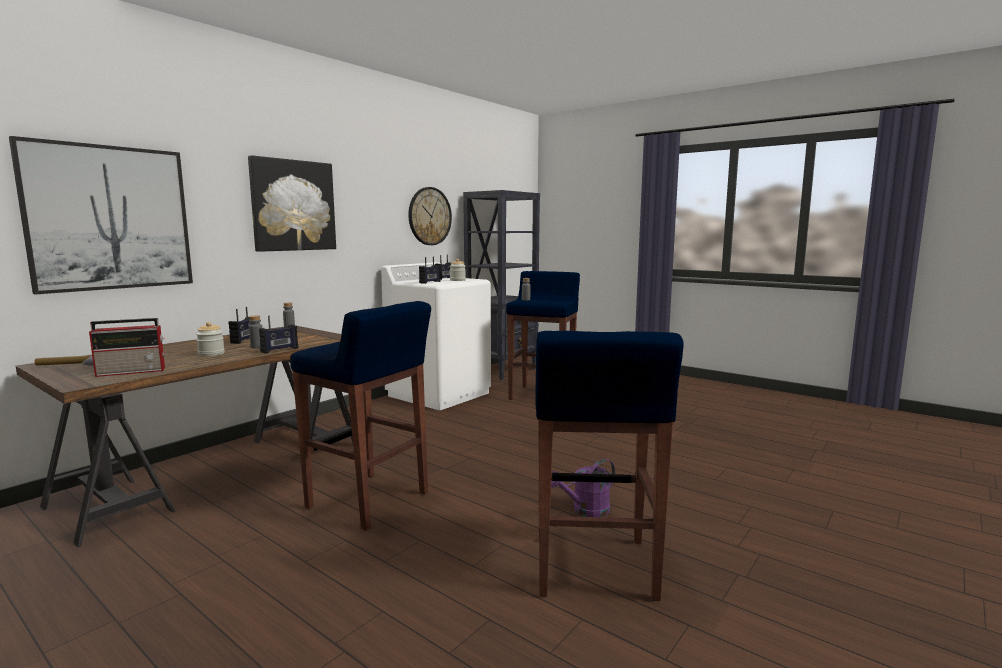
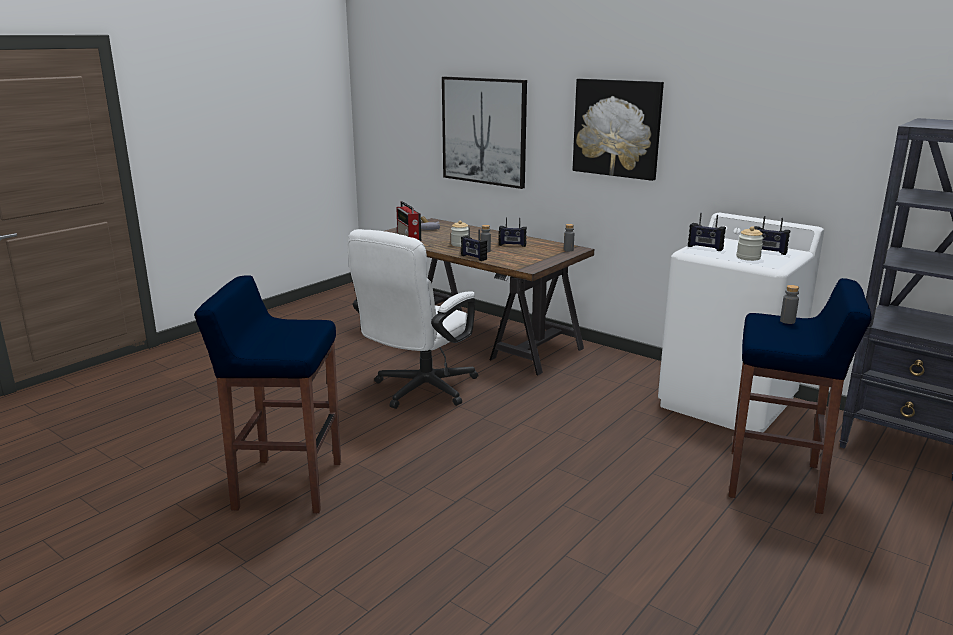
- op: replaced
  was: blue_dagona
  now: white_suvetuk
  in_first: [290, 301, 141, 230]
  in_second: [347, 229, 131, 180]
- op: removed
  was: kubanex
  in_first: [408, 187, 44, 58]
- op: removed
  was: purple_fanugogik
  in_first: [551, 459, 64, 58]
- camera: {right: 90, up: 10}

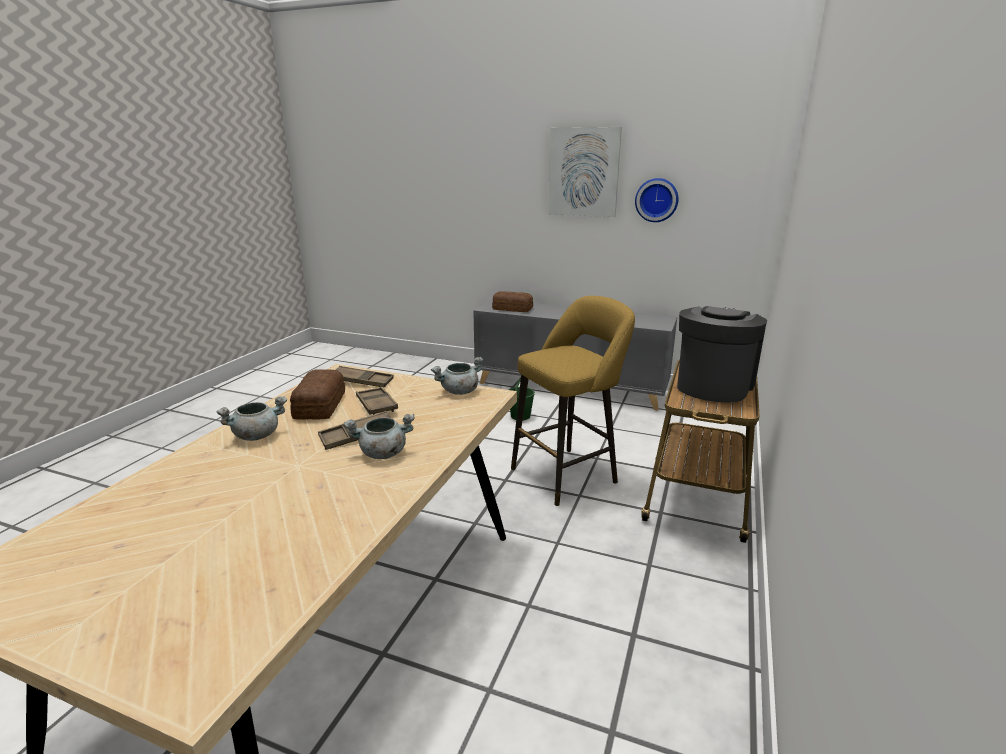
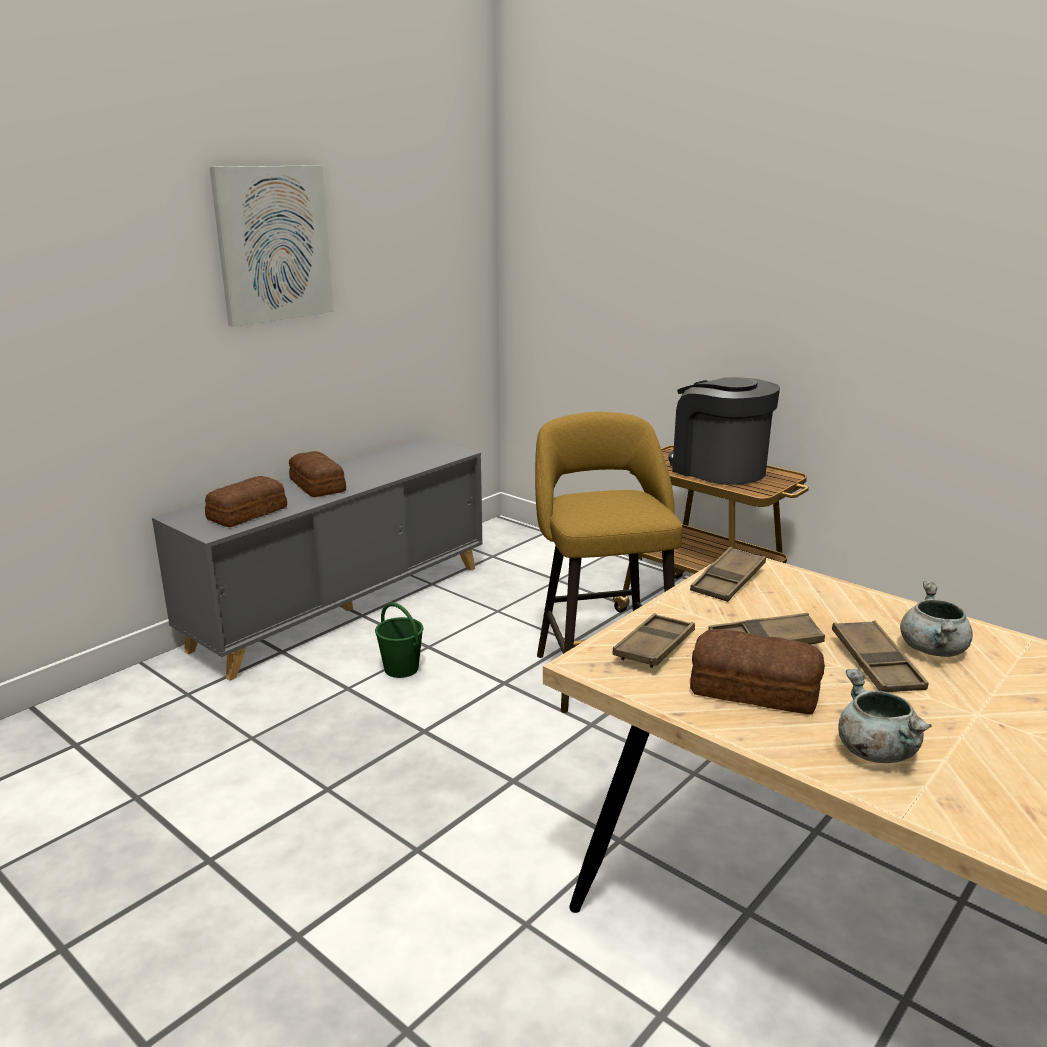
- op: added
  now: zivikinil
  in_second: [289, 451, 57, 46]
- op: replaced
  was: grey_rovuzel
  now: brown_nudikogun
  in_first: [431, 357, 52, 38]
  in_second: [690, 547, 76, 55]
- op: removed
  was: kubanex
  in_first: [635, 178, 44, 44]
- camera: {right: -70, up: 0}

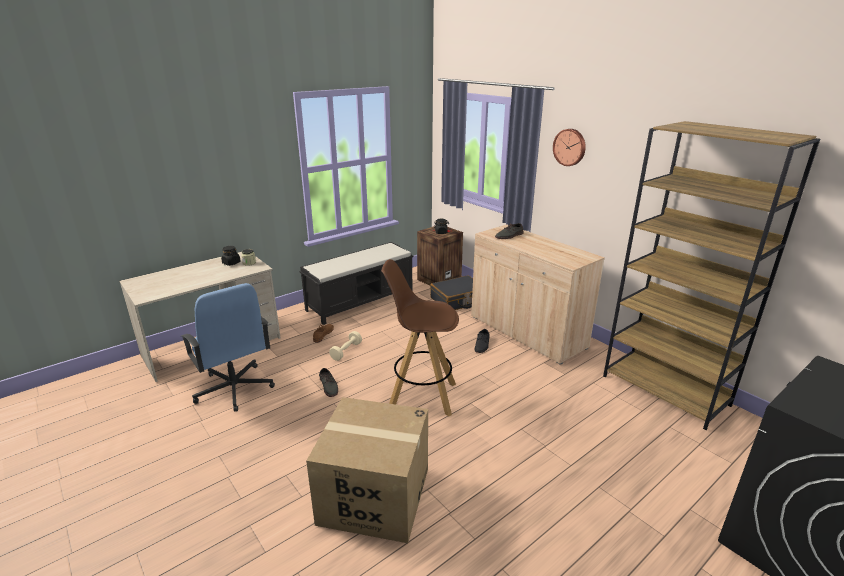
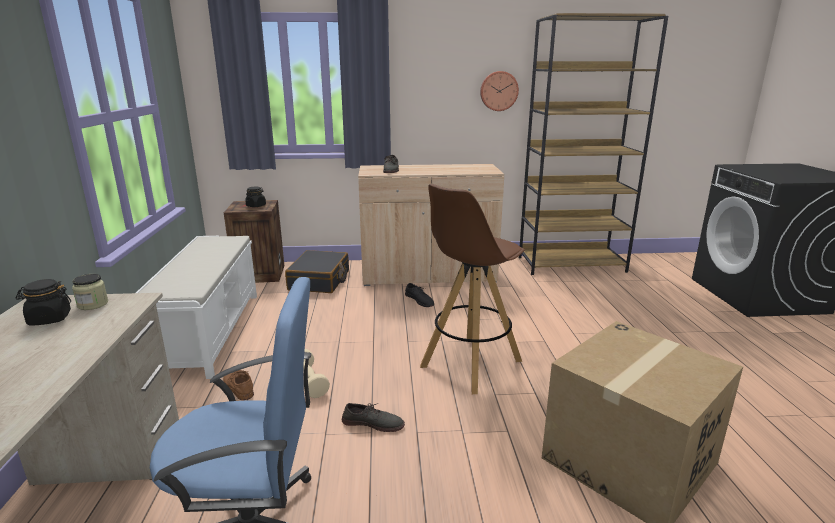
- op: recoloured
  was: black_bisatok
  now: white_bisatok
  in_first: [299, 242, 114, 83]
  in_second: [136, 236, 121, 143]
- op: moved
  was: kubanex
  in_first: [553, 129, 33, 37]
  in_second: [480, 71, 39, 40]
- camera: {right: -55, up: -5}

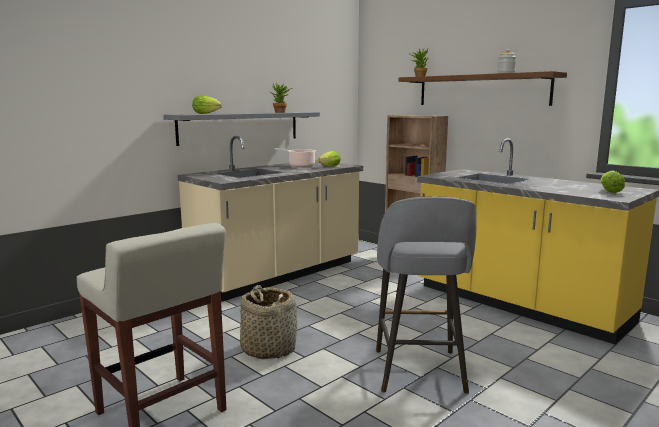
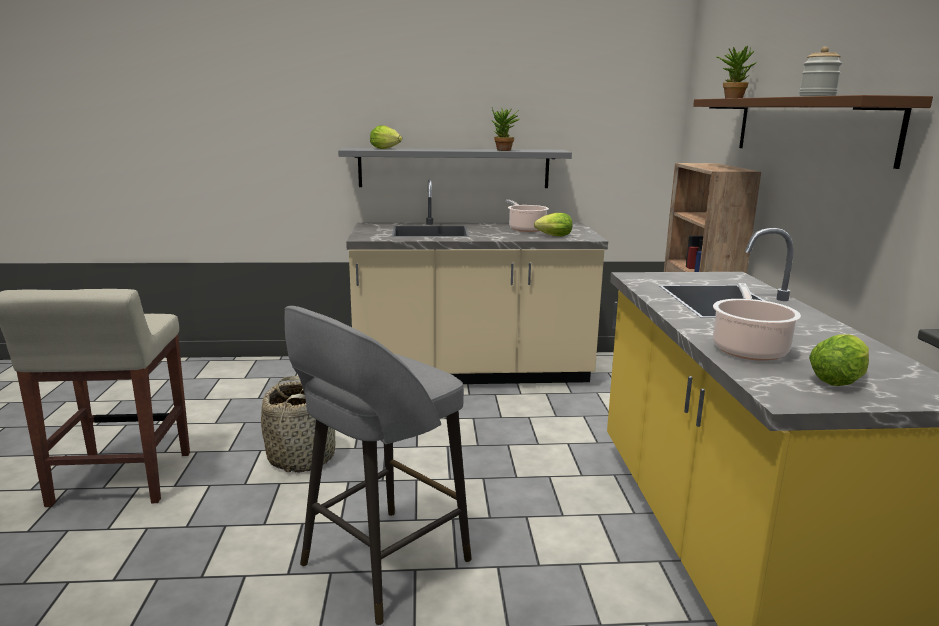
- op: added
  now: rovuzel
  in_second: [713, 283, 88, 78]
- camera: {right: 40, up: 5}

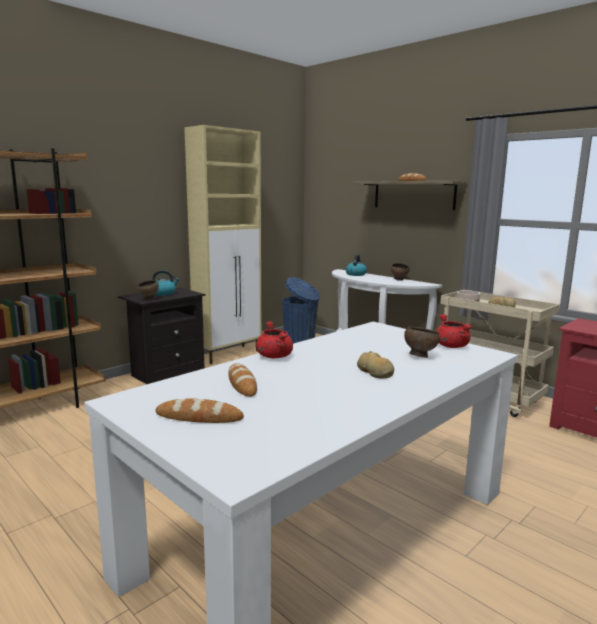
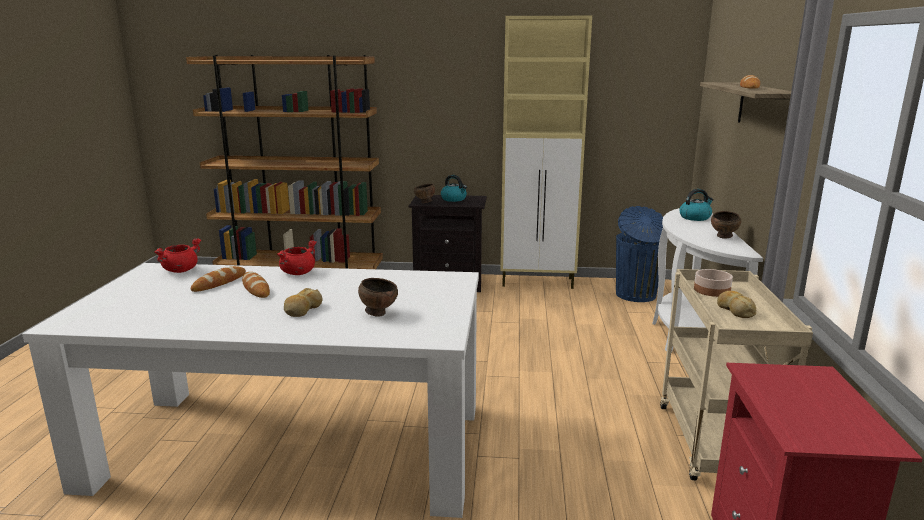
- op: moved
  was: red_rovuzel
  in_first: [436, 314, 37, 34]
  in_second: [154, 238, 47, 35]
- op: moved
  was: zivikinil
  in_first: [156, 398, 88, 25]
  in_second: [242, 272, 28, 26]
- camera: {right: 50, up: 5}

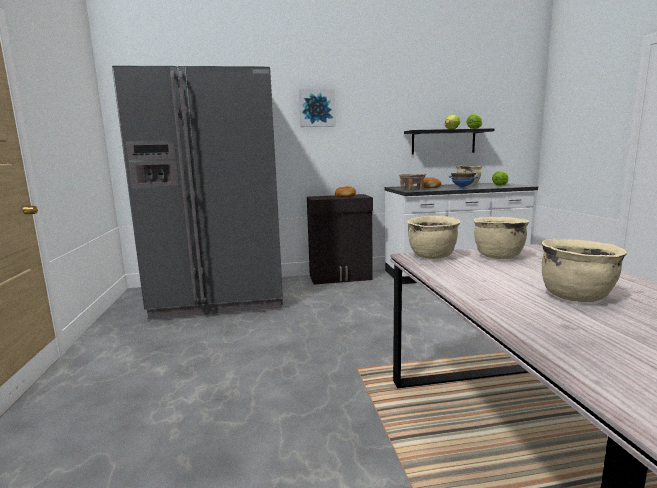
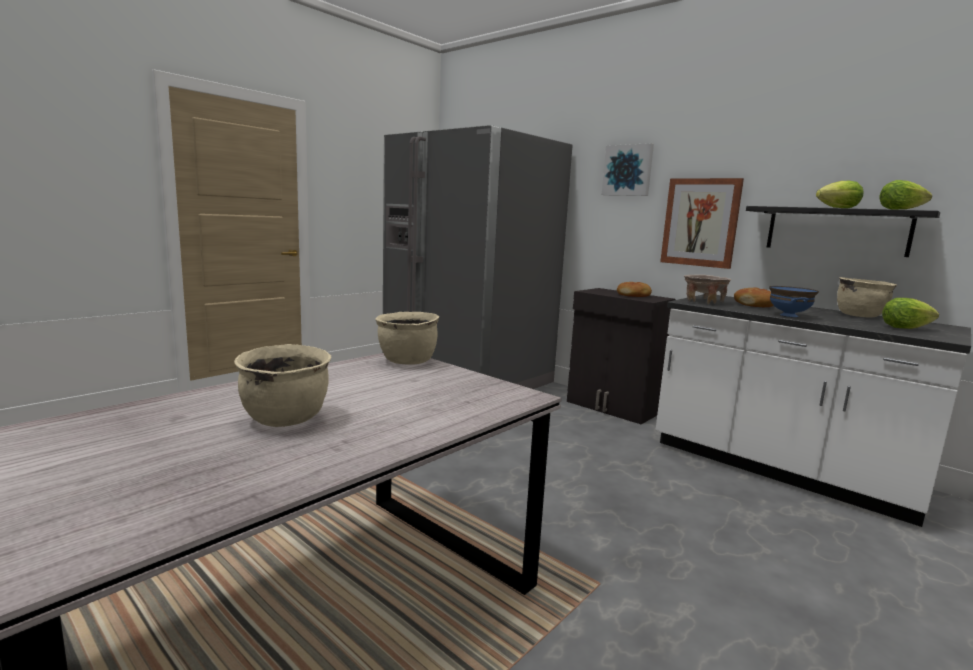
- op: added
  now: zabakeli
  in_second: [660, 178, 84, 91]
- op: removed
  was: beige_rovuzel
  in_first: [473, 217, 56, 42]
- camera: {right: 50, up: 0}

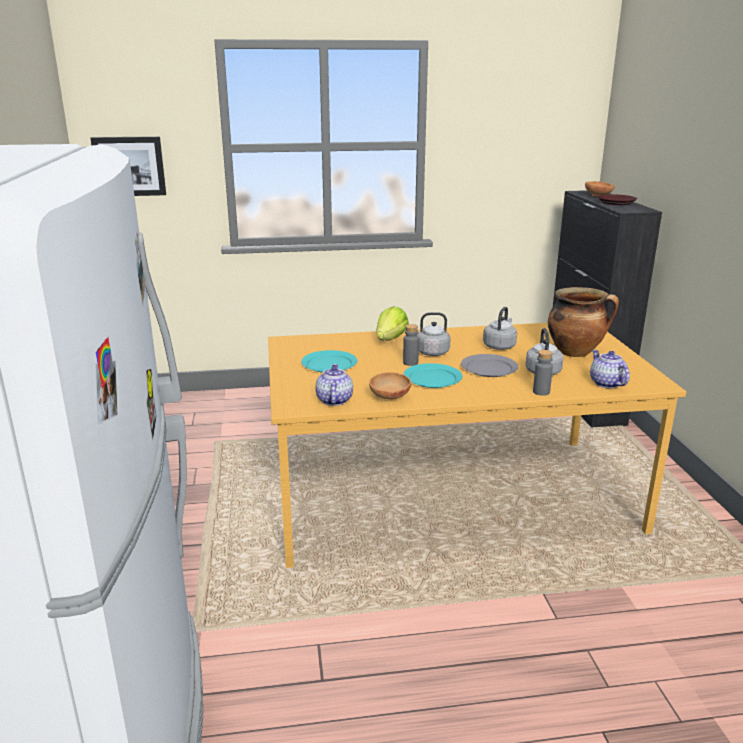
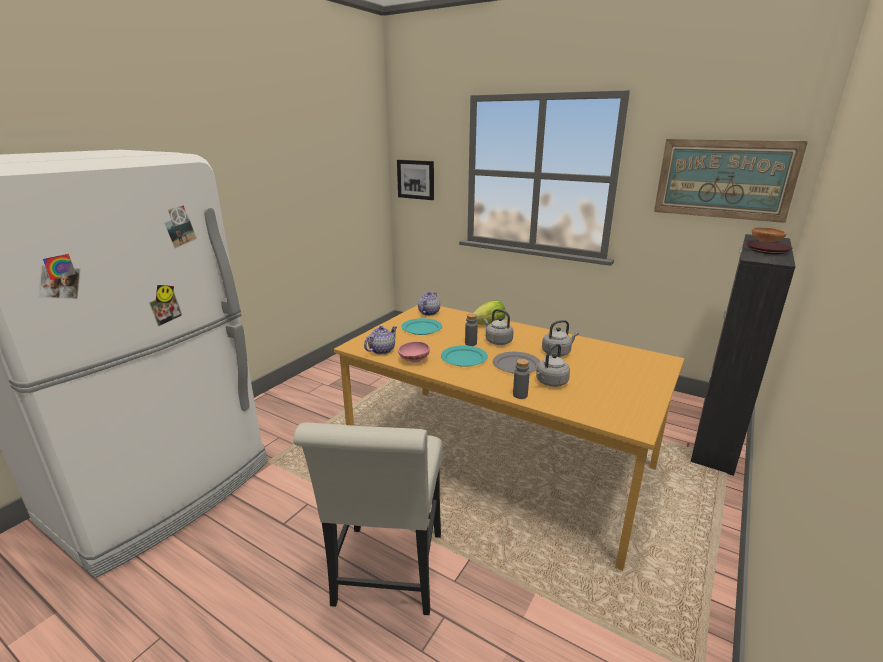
- op: added
  now: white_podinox
  in_second: [294, 422, 148, 193]
- op: recoloured
  was: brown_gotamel
  now: pink_gotamel
  in_first: [369, 372, 42, 28]
  in_second: [398, 341, 32, 22]
- op: moved
  was: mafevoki
  in_first: [590, 350, 40, 38]
  in_second: [418, 292, 22, 24]
- op: added
  now: zabakeli
  in_second: [654, 139, 154, 84]
- op: removed
  was: rovuzel
  in_first: [548, 287, 71, 70]
- camera: {right: 40, up: 0}

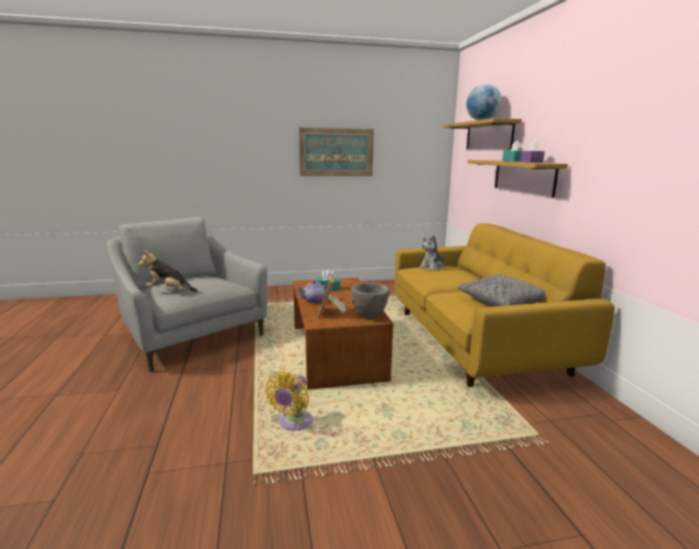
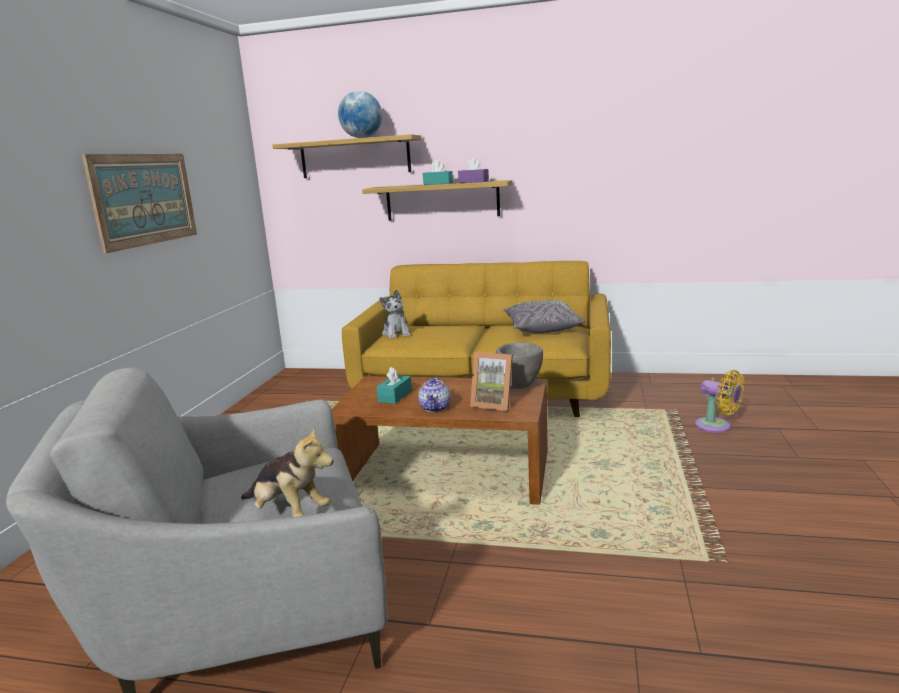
- op: turned
  was: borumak
  in_first: [138, 250, 59, 42]
  in_second: [241, 426, 93, 91]
  clockwise: -90
- op: moved
  was: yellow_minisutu
  in_first: [265, 371, 47, 60]
  in_second: [695, 370, 49, 63]
- camera: {right: -65, up: 0}

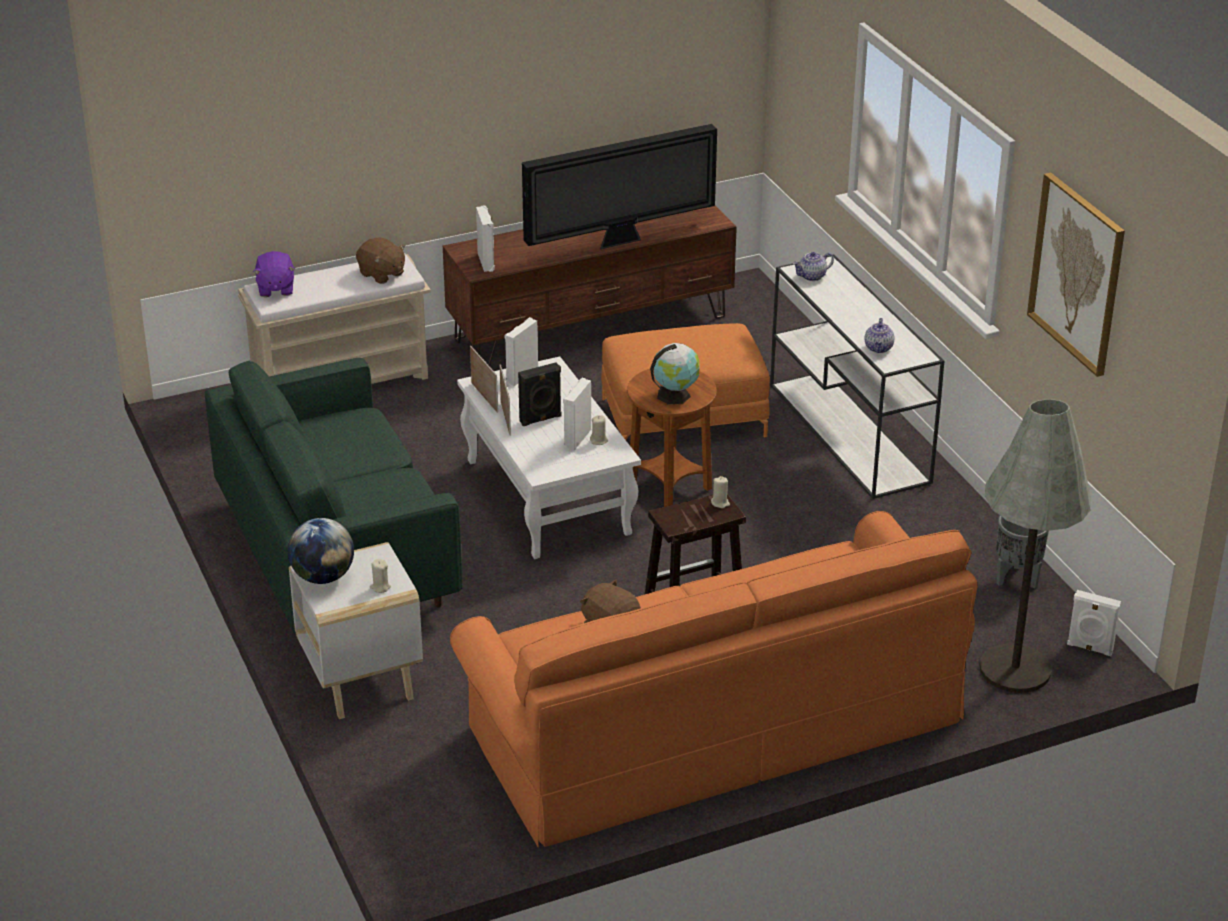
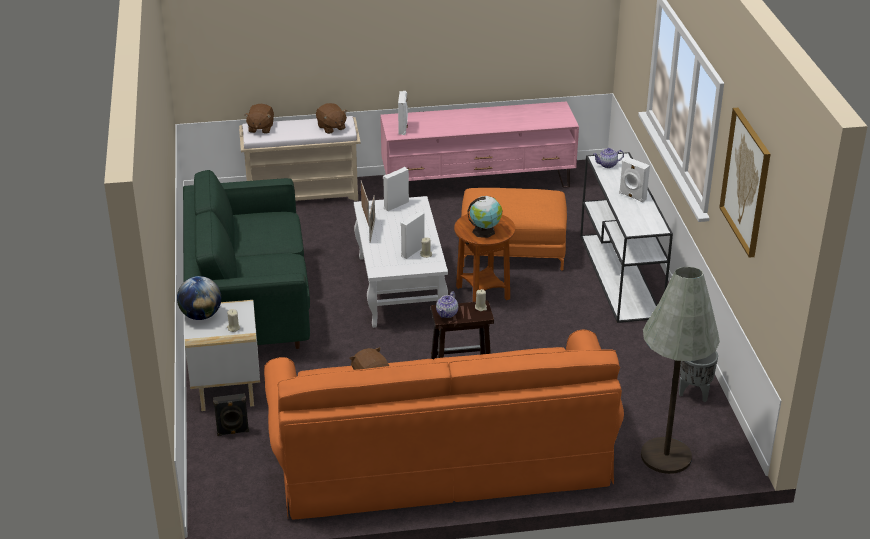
- op: moved
  was: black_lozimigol
  in_first: [518, 362, 44, 64]
  in_second: [213, 393, 36, 43]
- op: recoloured
  was: purple_borumak
  now: brown_borumak
  in_first: [253, 251, 42, 46]
  in_second: [244, 104, 30, 30]
- op: recoloured
  was: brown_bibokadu
  now: pink_bibokadu
  in_first: [443, 205, 294, 161]
  in_second: [380, 101, 199, 87]
- op: moved
  was: mafevoki
  in_first: [865, 318, 29, 35]
  in_second: [436, 291, 22, 27]
- op: moved
  was: white_lozimigol
  in_first: [1067, 590, 54, 66]
  in_second: [619, 157, 31, 45]
- op: removed
  was: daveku
  in_first: [522, 124, 195, 125]
- camera: {right: 15, up: 0}

